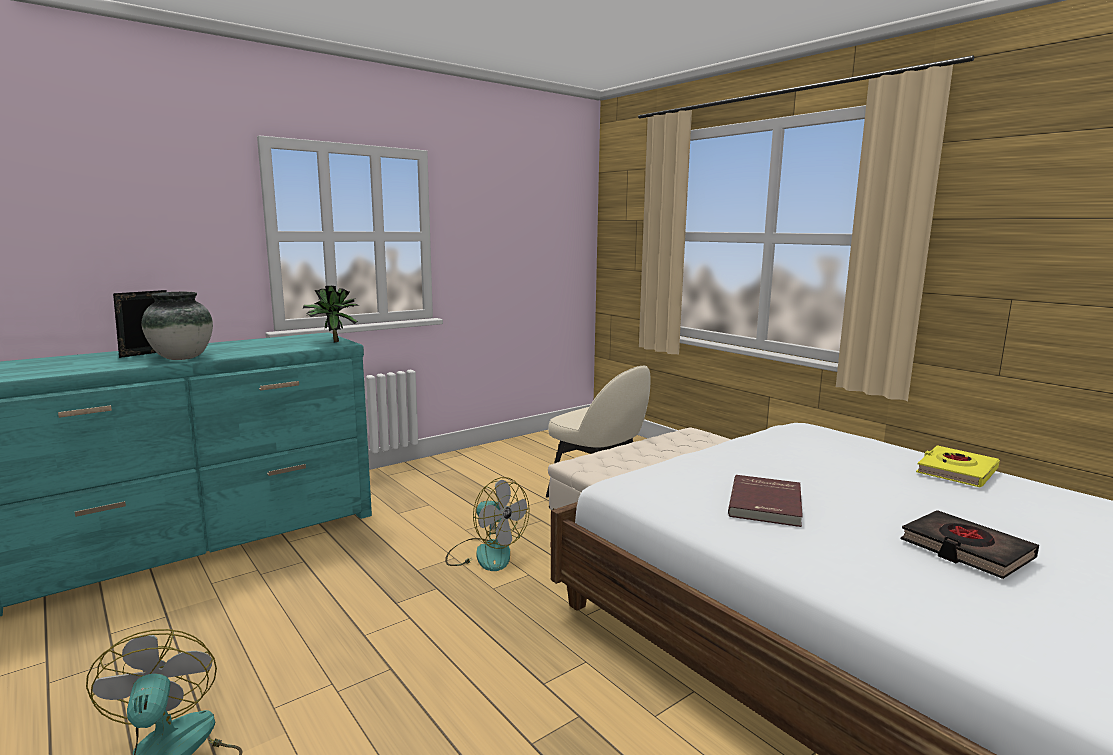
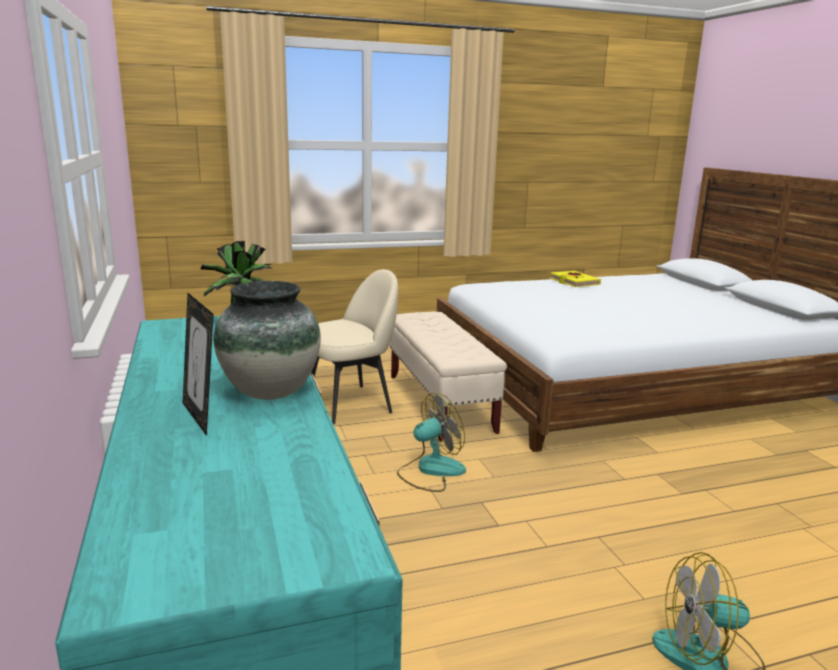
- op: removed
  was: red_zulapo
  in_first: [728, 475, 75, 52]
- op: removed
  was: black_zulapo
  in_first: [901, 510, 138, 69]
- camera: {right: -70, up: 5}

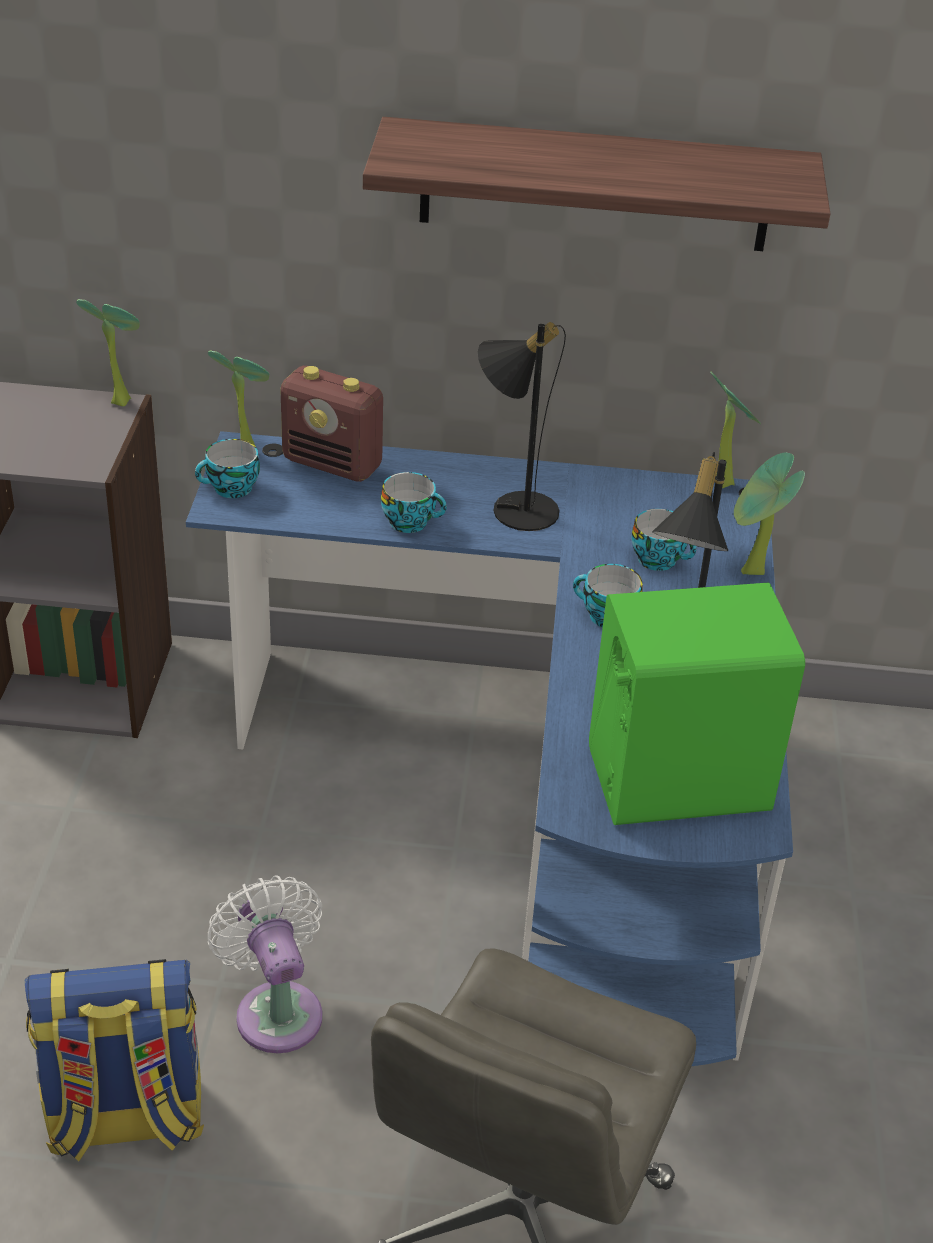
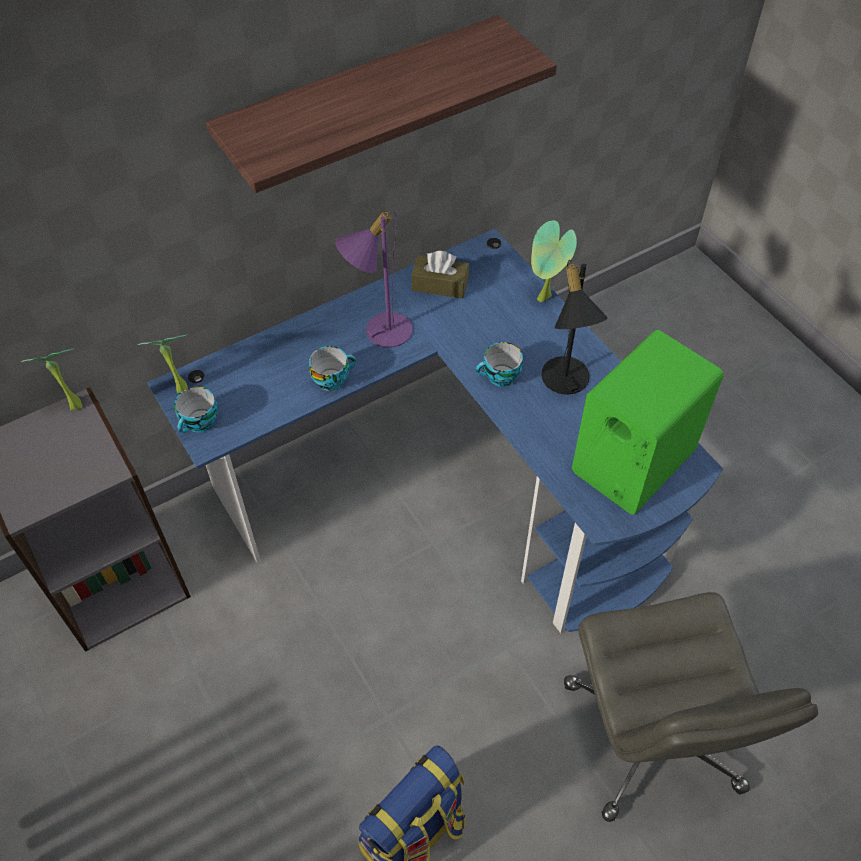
- op: recoloured
  was: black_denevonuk
  now: purple_denevonuk
  in_first: [478, 322, 88, 209]
  in_second: [335, 211, 78, 137]
- op: added
  now: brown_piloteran
  in_second: [411, 251, 58, 48]
- op: removed
  was: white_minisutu
  in_first: [208, 876, 115, 177]
- op: removed
  was: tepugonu
  in_first: [281, 366, 102, 116]
- op: removed
  was: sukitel
  in_first: [632, 509, 65, 62]
- op: removed
  was: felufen
  in_first: [710, 371, 51, 117]
- camera: {right: -35, up: 15}

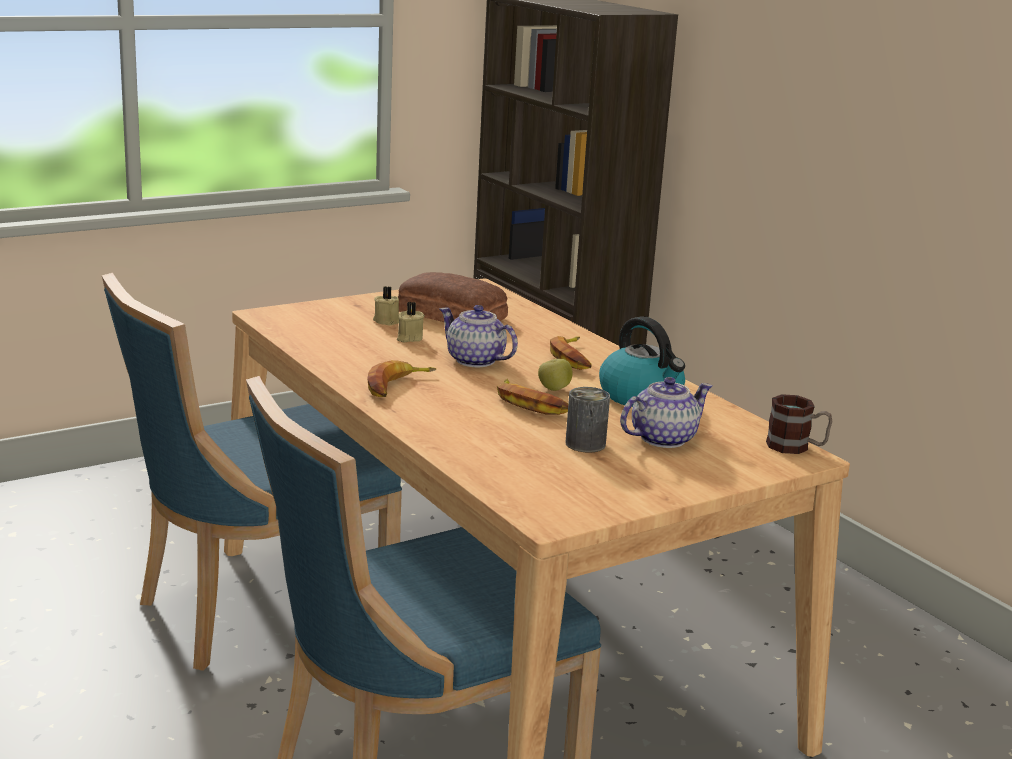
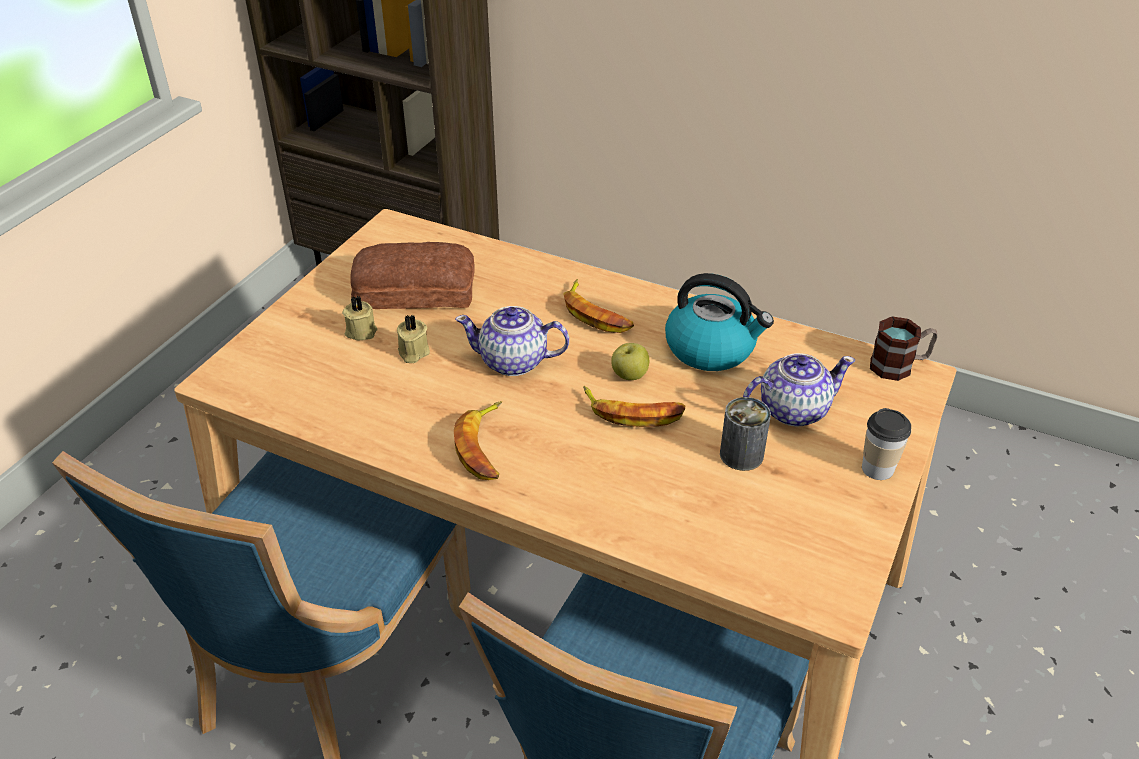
- op: turned
  was: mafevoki
  in_first: [620, 377, 92, 71]
  in_second: [743, 353, 112, 74]
  clockwise: 45
- op: added
  now: sukitel
  in_second: [862, 408, 49, 72]
- camera: {right: -30, up: 20}

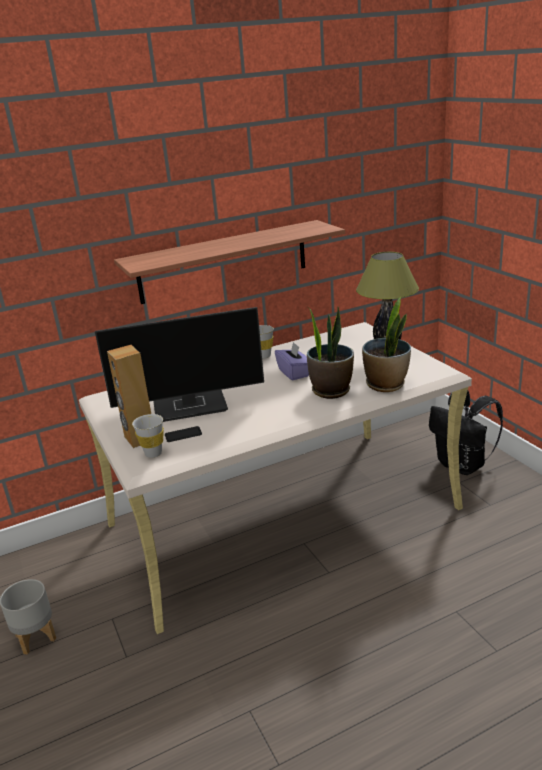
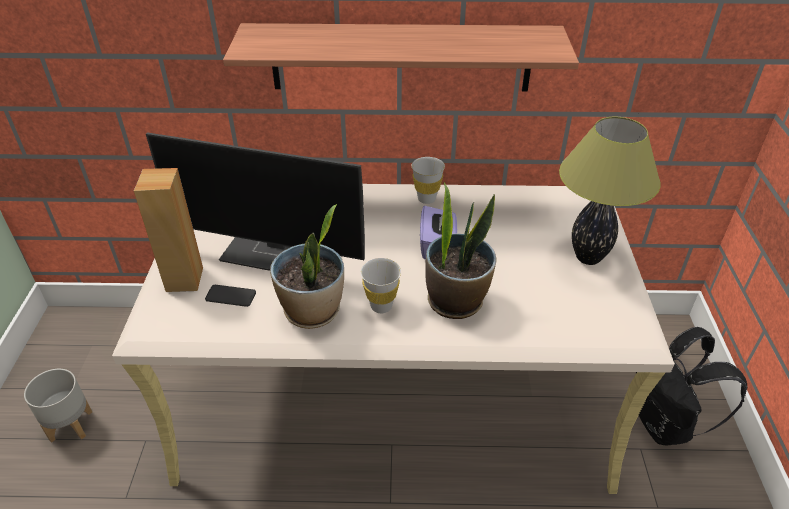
- op: moved
  was: felufen
  in_first: [362, 297, 49, 95]
  in_second: [270, 204, 74, 125]
- op: moved
  was: white_sukitel
  in_first: [132, 414, 32, 44]
  in_second: [361, 258, 40, 55]
- camera: {right: 25, up: 15}

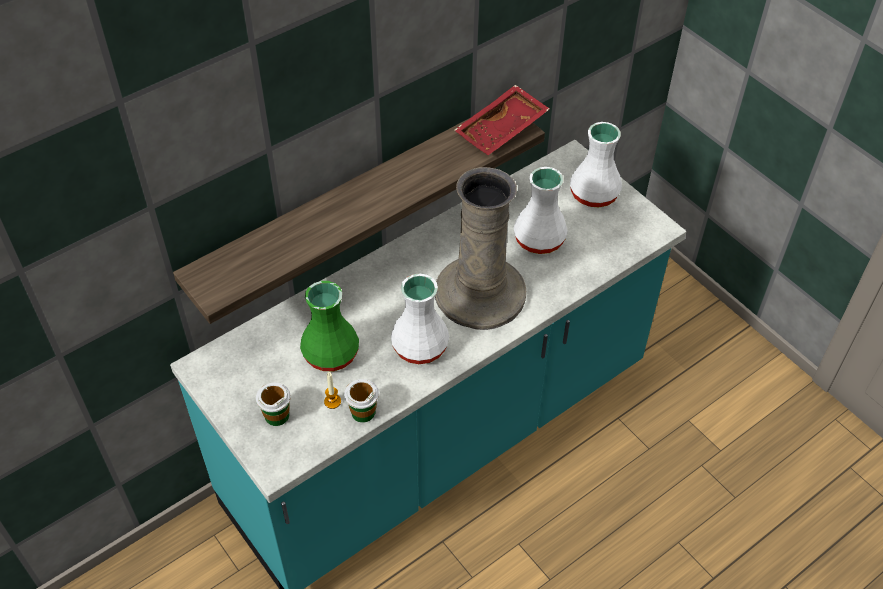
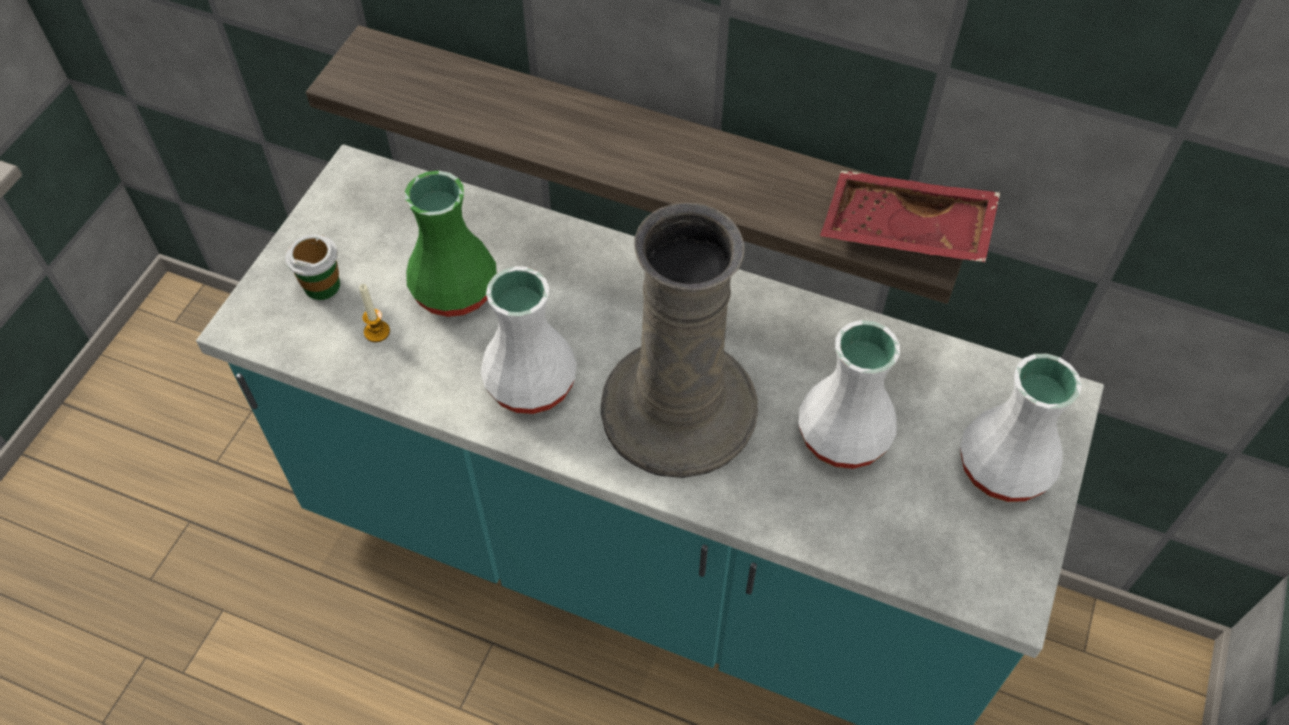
- op: removed
  was: sukitel
  in_first: [344, 379, 35, 44]
- camera: {right: 60, up: 5}

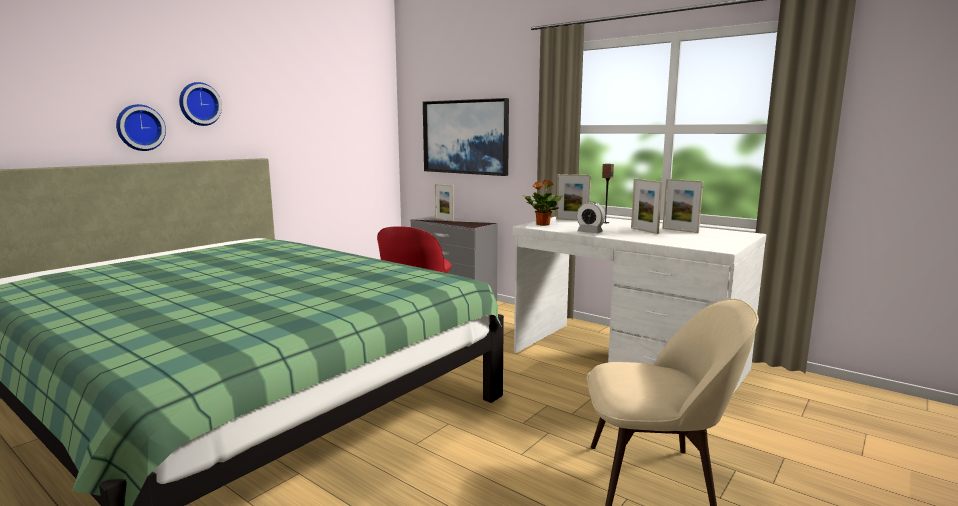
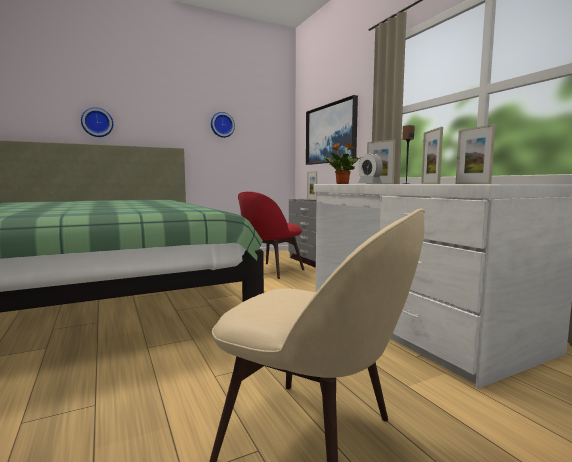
- op: moved
  was: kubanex
  in_first: [179, 82, 43, 44]
  in_second: [211, 112, 24, 26]
- camera: {right: 25, up: -5}

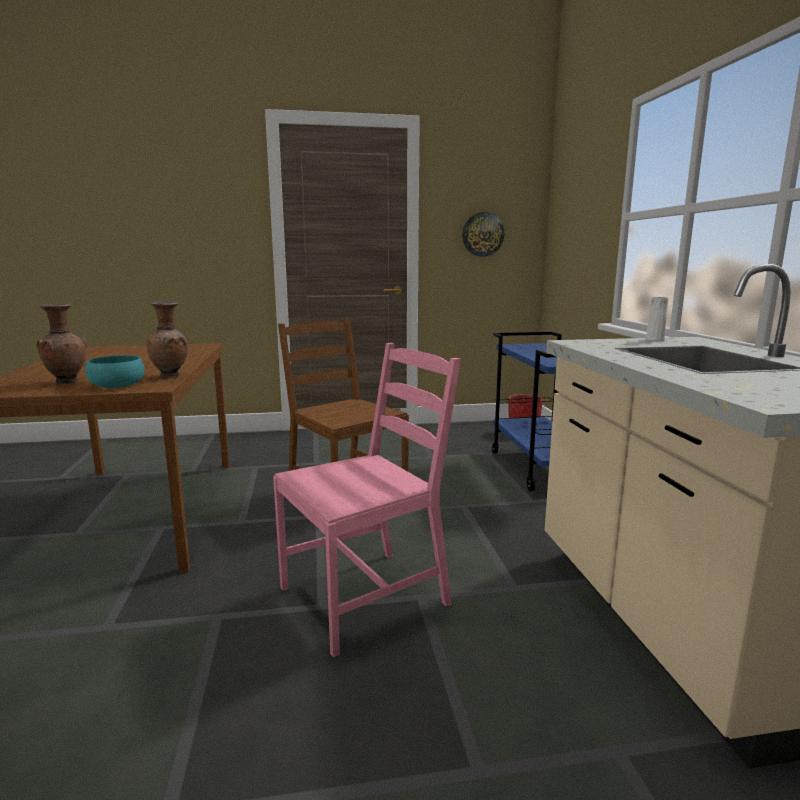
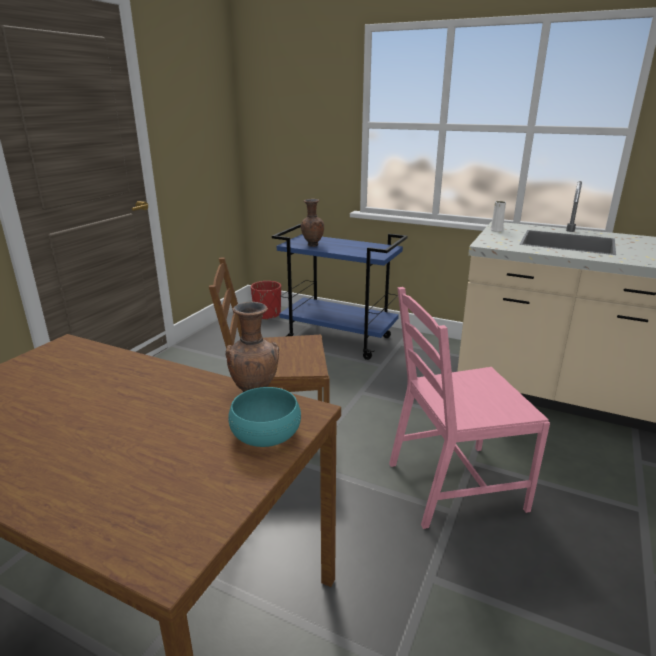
- op: moved
  was: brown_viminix
  in_first: [36, 304, 51, 80]
  in_second: [301, 199, 23, 48]
- op: turned
  was: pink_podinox
  in_first: [273, 343, 188, 315]
  in_second: [389, 287, 161, 242]
  clockwise: -105
- op: removed
  was: kubanex
  in_first: [462, 212, 42, 45]
- camera: {right: -55, up: 10}

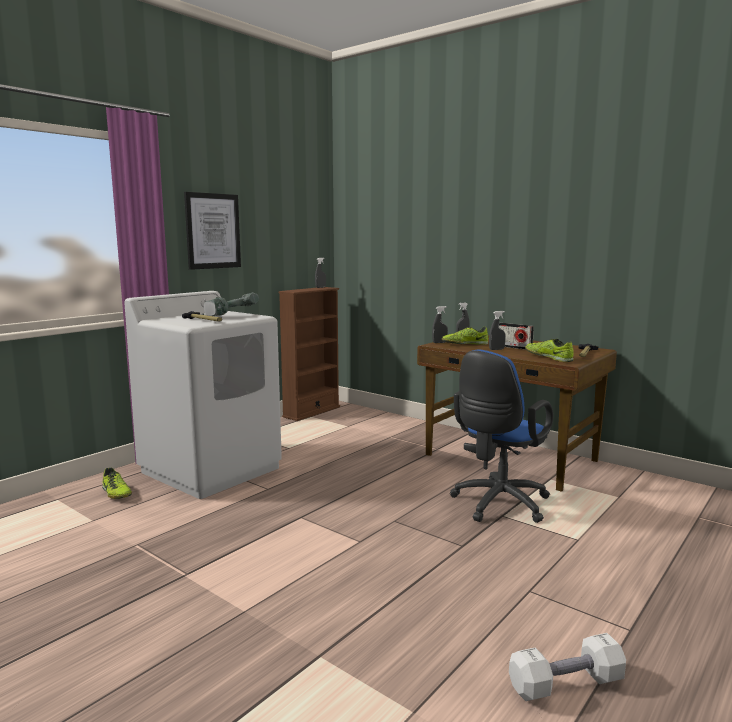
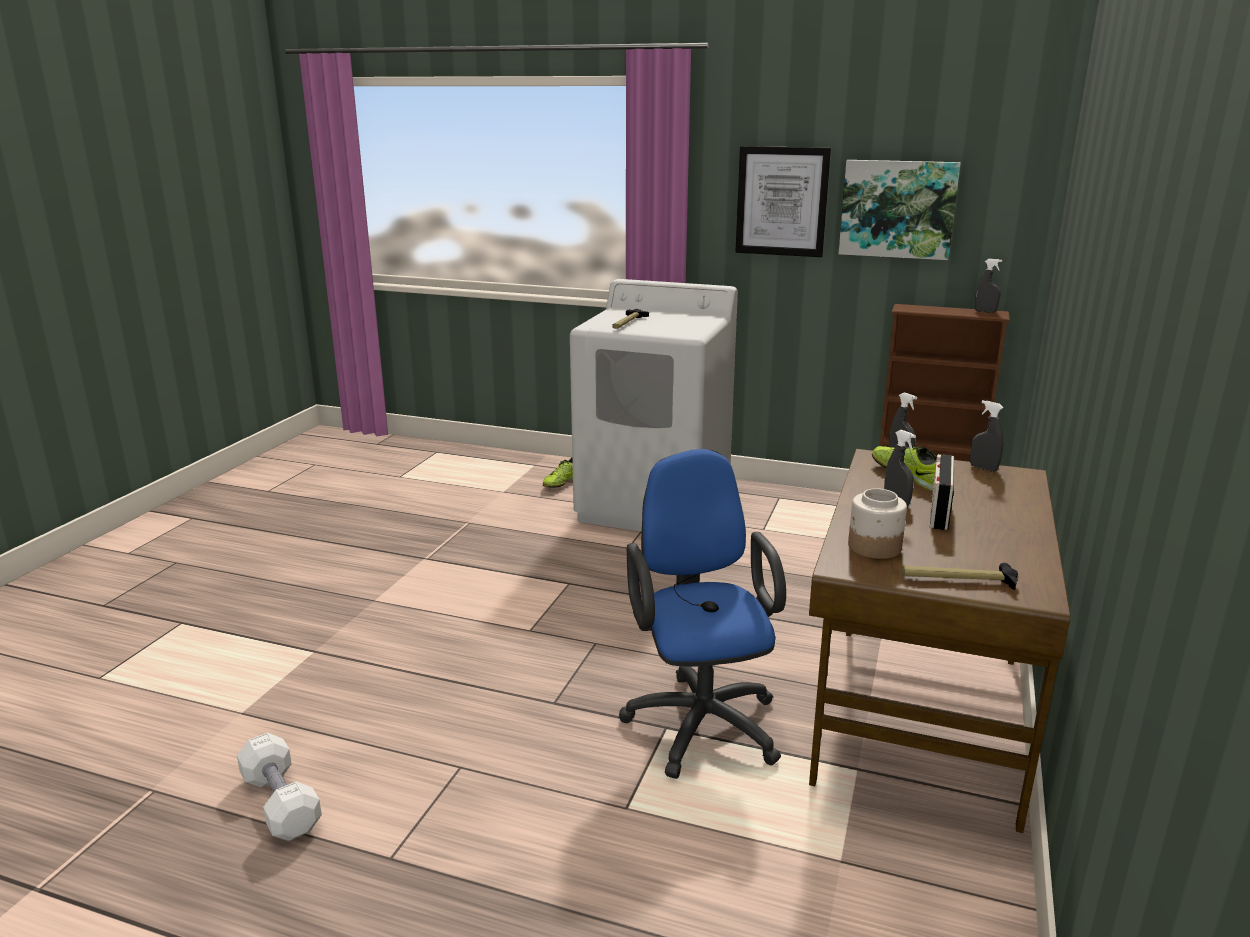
- op: turned
  was: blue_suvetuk
  in_first: [450, 350, 103, 173]
  in_second: [619, 449, 167, 330]
  clockwise: 60
- op: added
  now: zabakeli
  in_second: [839, 160, 122, 100]
- op: replaced
  was: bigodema
  now: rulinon
  in_first: [525, 339, 49, 23]
  in_second: [848, 488, 59, 71]
- op: removed
  was: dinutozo
  in_first: [202, 293, 57, 23]
- camera: {right: 70, up: 10}

